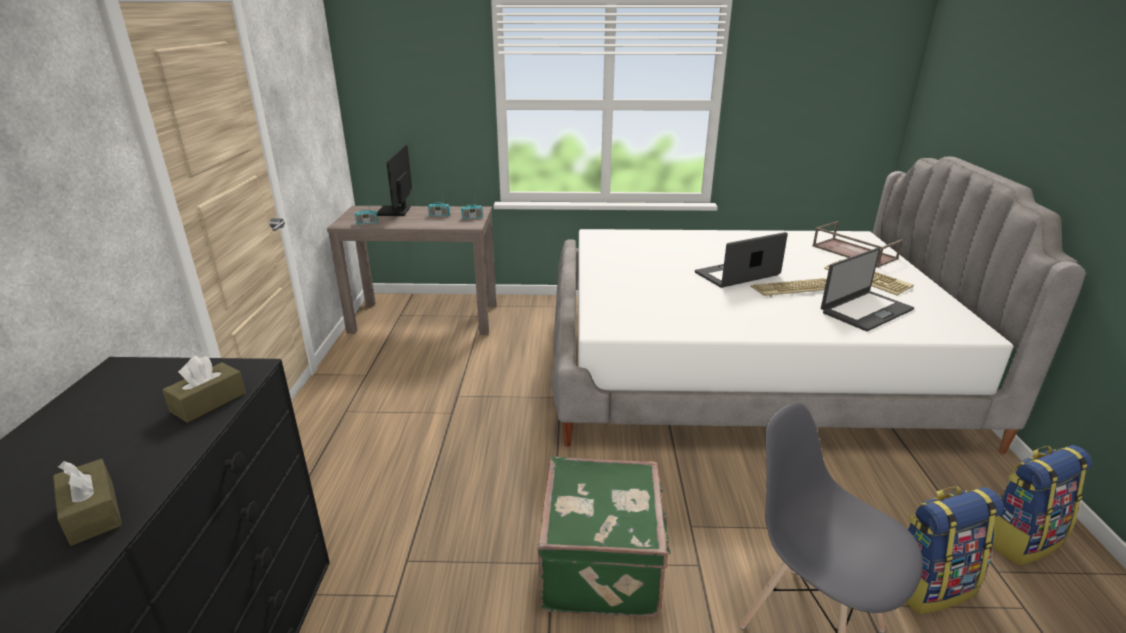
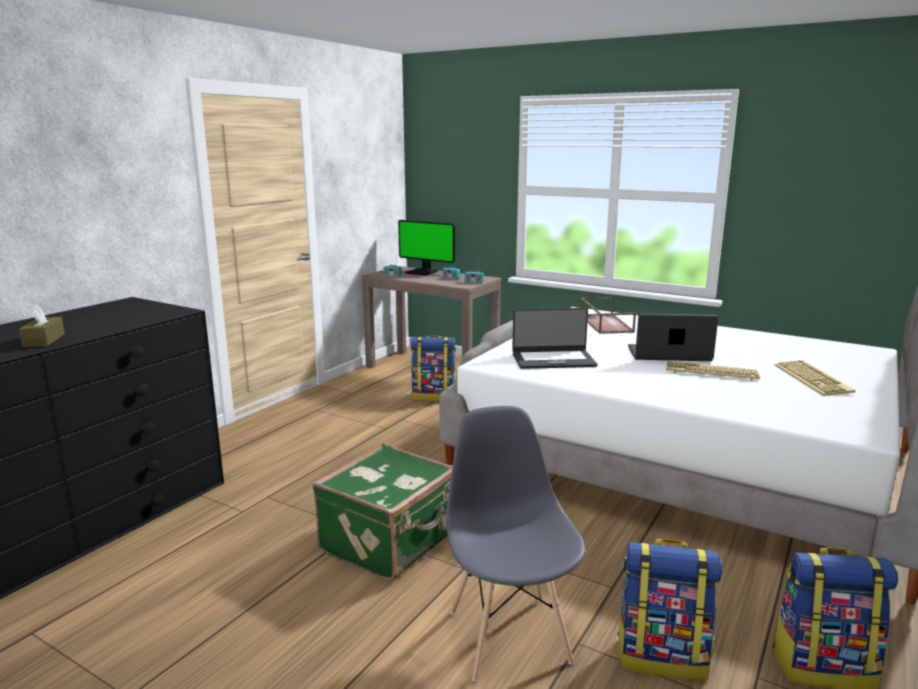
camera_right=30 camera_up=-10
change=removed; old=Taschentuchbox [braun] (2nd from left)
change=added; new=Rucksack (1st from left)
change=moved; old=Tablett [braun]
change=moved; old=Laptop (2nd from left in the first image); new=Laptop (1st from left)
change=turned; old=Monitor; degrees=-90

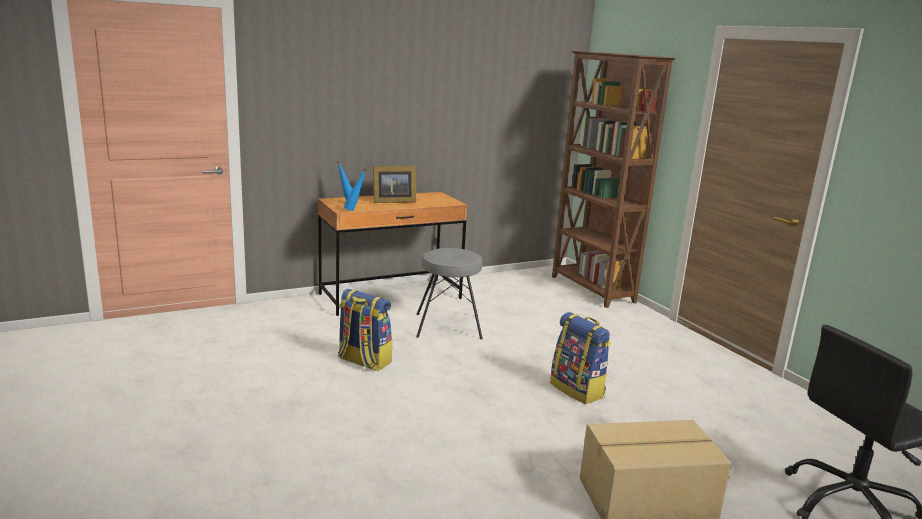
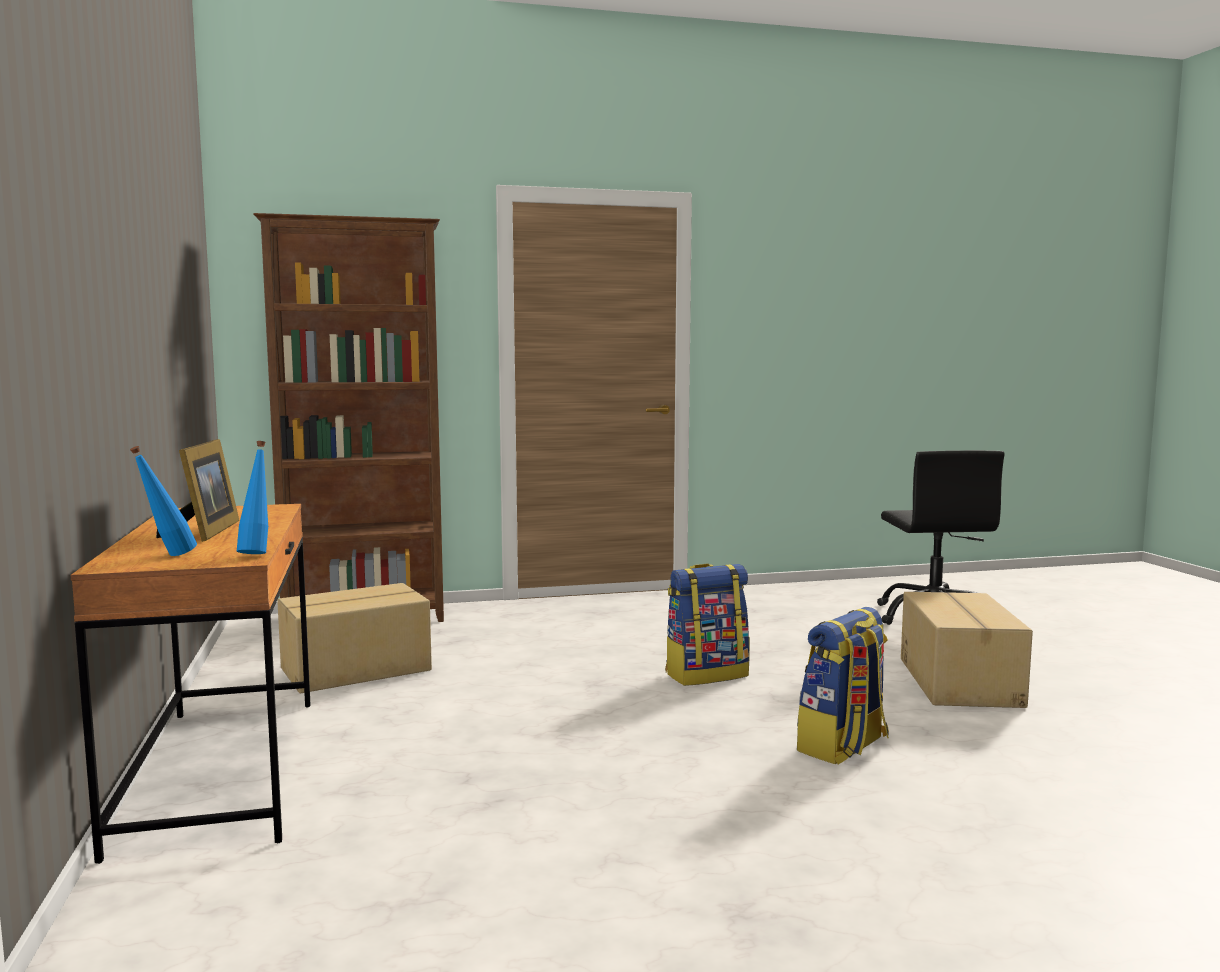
camera_right=-75 camera_up=-10
change=removed; old=Hocker [grau]
change=added; new=Karton (1st from left)
change=moved; old=Rucksack (1st from left in the first image); new=Rucksack (2nd from left)

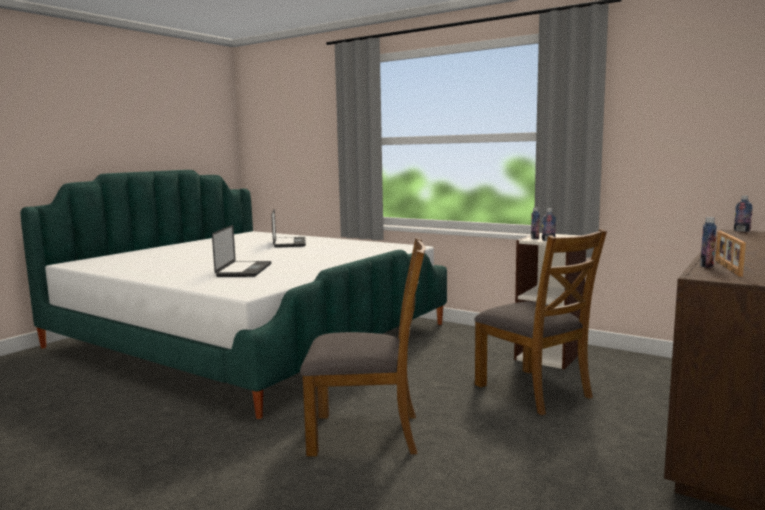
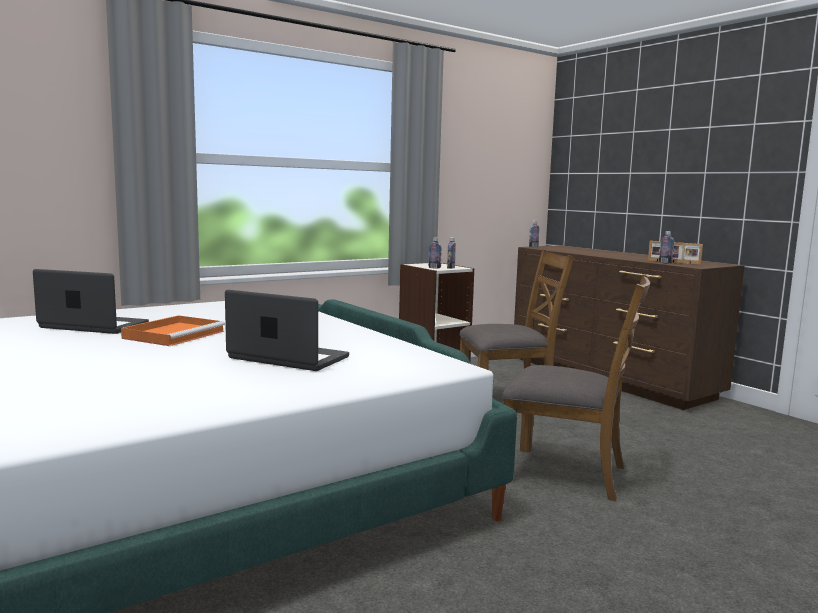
camera_right=-70 camera_up=0
change=added; new=Tablett [orange]
change=turned; old=Stuhl [braun] (1st from left in the first image); degrees=90

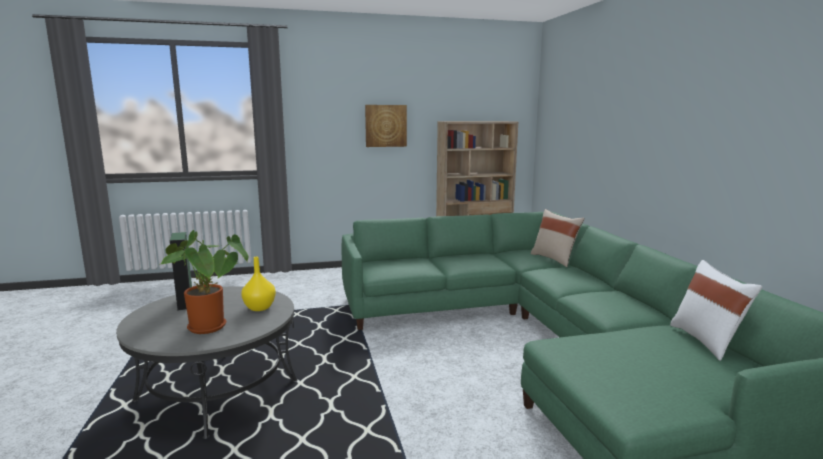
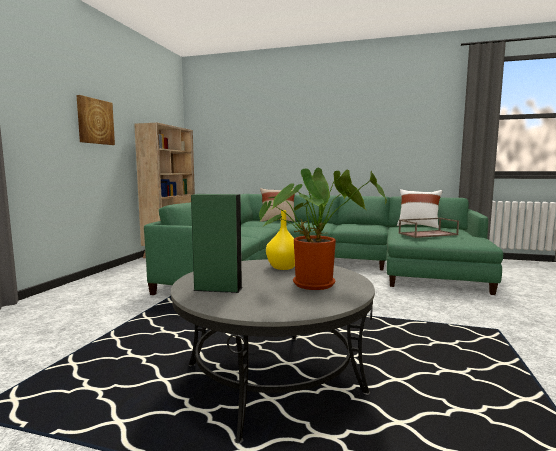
camera_right=-60 camera_up=-5
change=added; new=Tablett [braun]

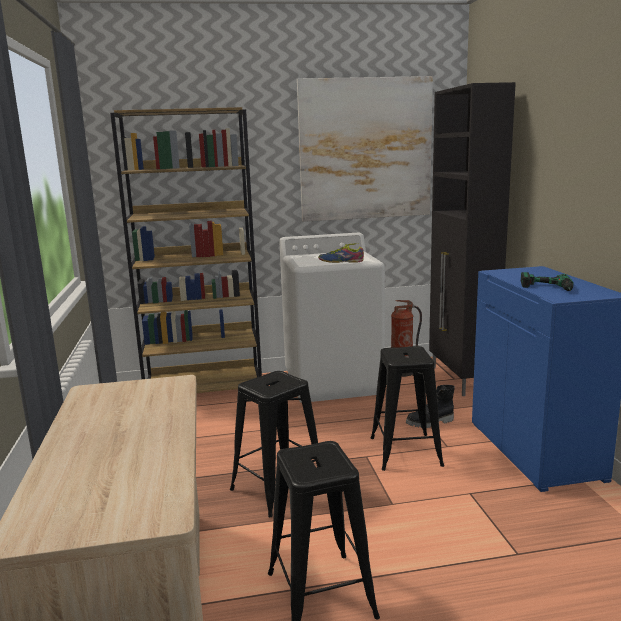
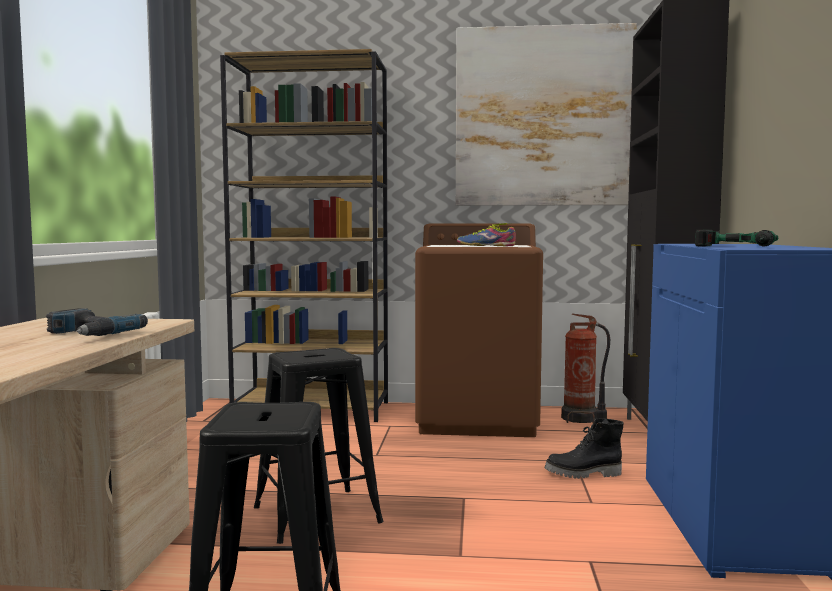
camera_right=15 camera_up=-10
change=removed; old=Hocker [schwarz] (3rd from left)
change=added; new=Bohrmaschine (1st from left)
change=recoloured; old=Waschmaschine [weiß]; new=Waschmaschine [braun]

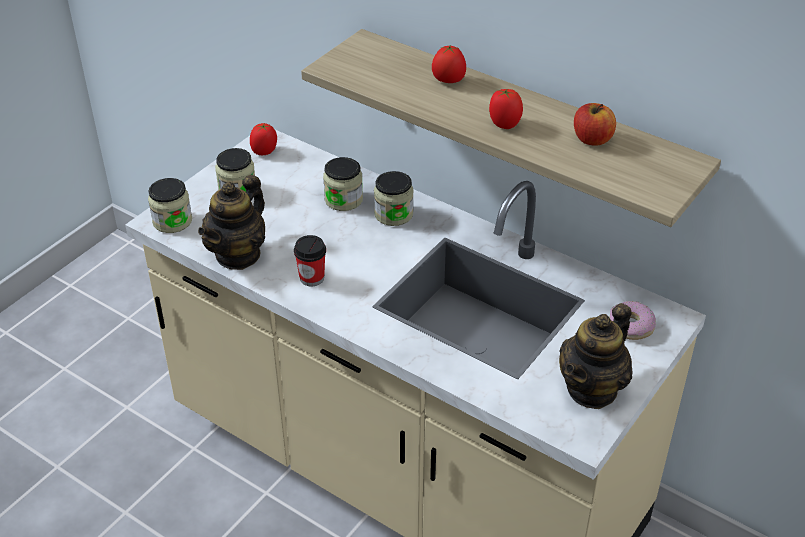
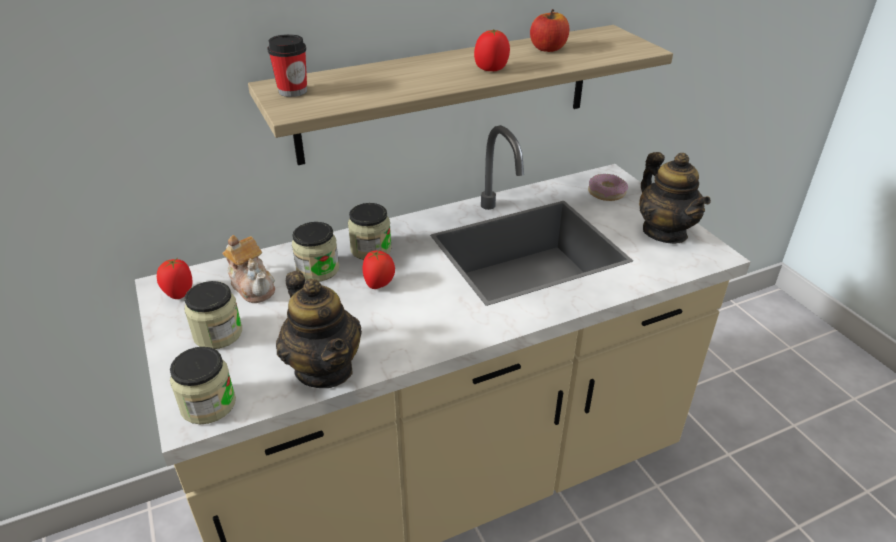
camera_right=-60 camera_up=-5
change=added; new=Teekanne (1st from left)
change=moved; old=Tasse
change=moved; old=Tomate (2nd from left)

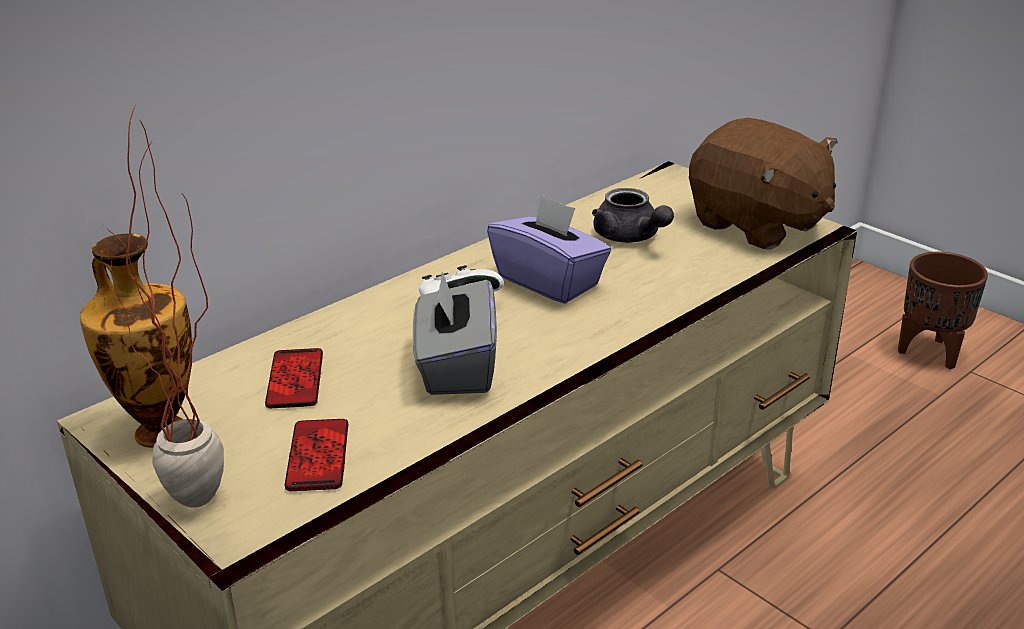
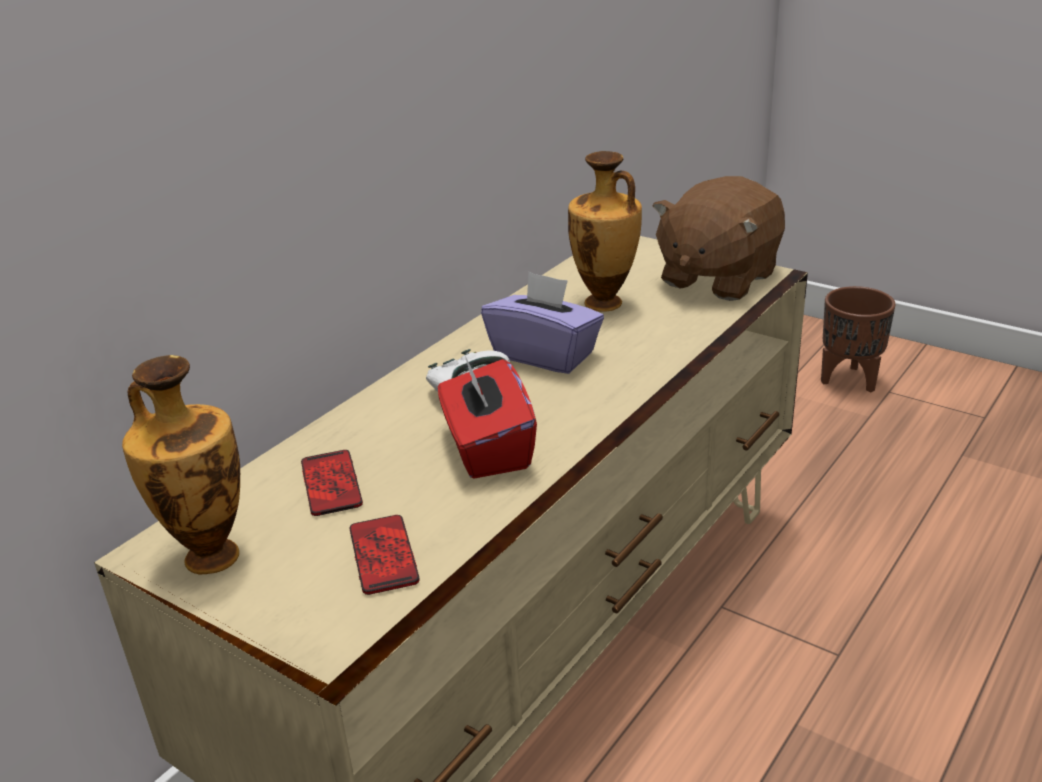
camera_right=-10 camera_up=0
change=removed; old=Topfpflanze
change=replaced; old=Teekanne [grau]; new=Vase (2nd from left)
change=recoloured; old=Taschentuchbox [grau]; new=Taschentuchbox [rot]
change=turned; old=Plüschtier [braun]; degrees=90

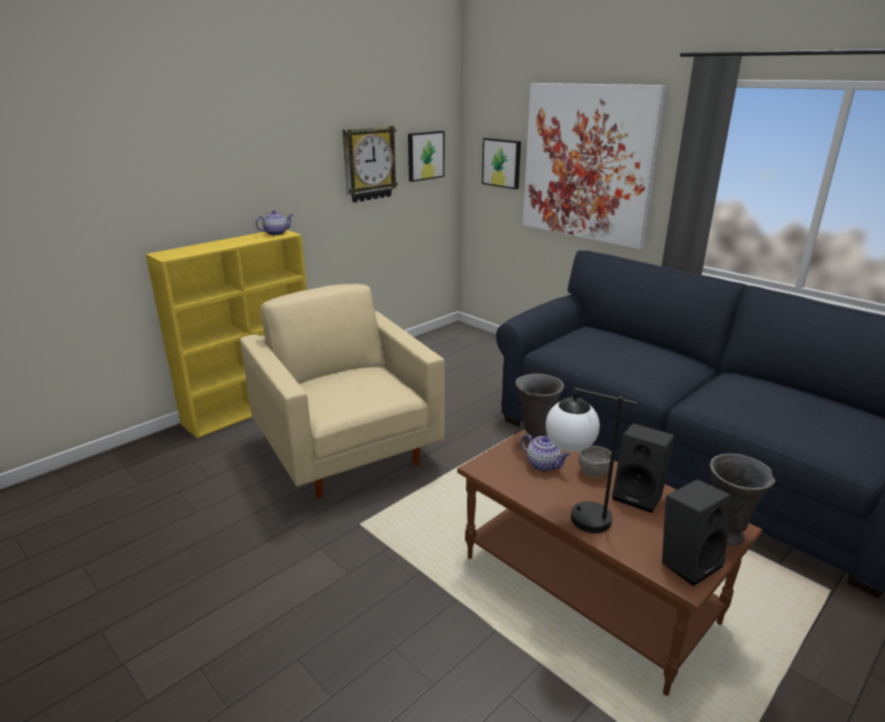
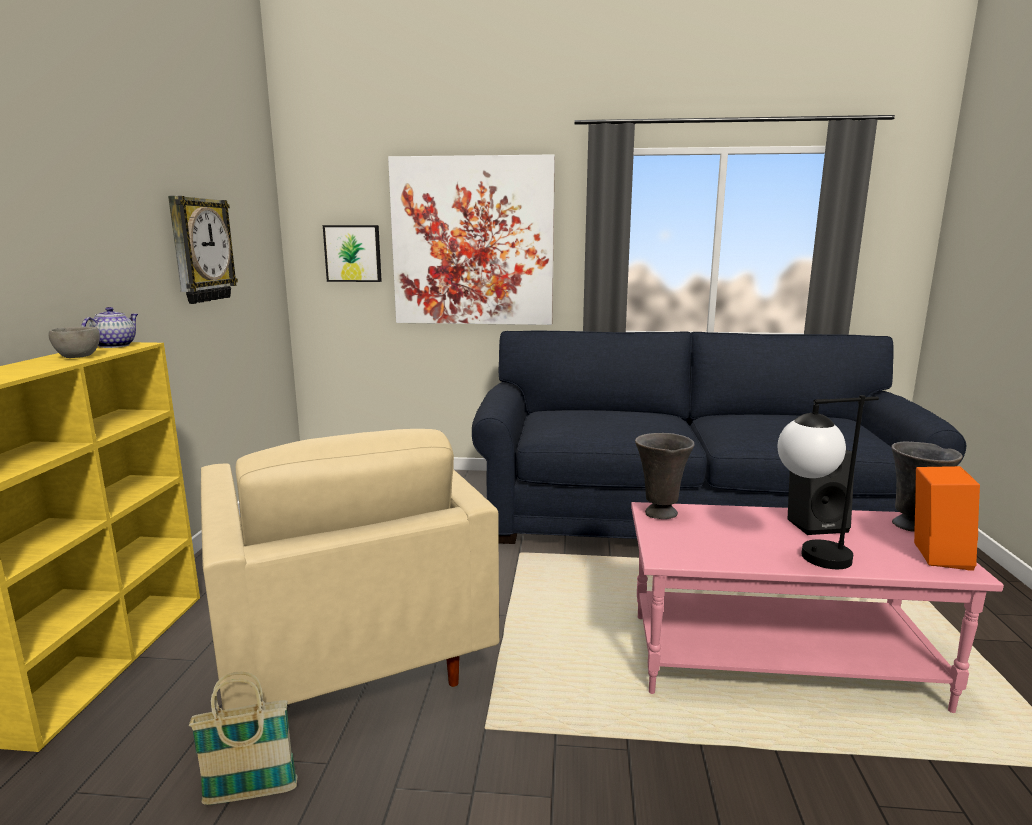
camera_right=-40 camera_up=-10
change=removed; old=Bild (1st from left)
change=removed; old=Teekanne (2nd from left)
change=added; new=Korb
change=moved; old=Schüssel [grau]
change=recoloured; old=Couchtisch [braun]; new=Couchtisch [rosa]
change=recoloured; old=Lautsprecher [schwarz] (2nd from left); new=Lautsprecher [orange]
change=turned; old=Sessel [beige]; degrees=-135

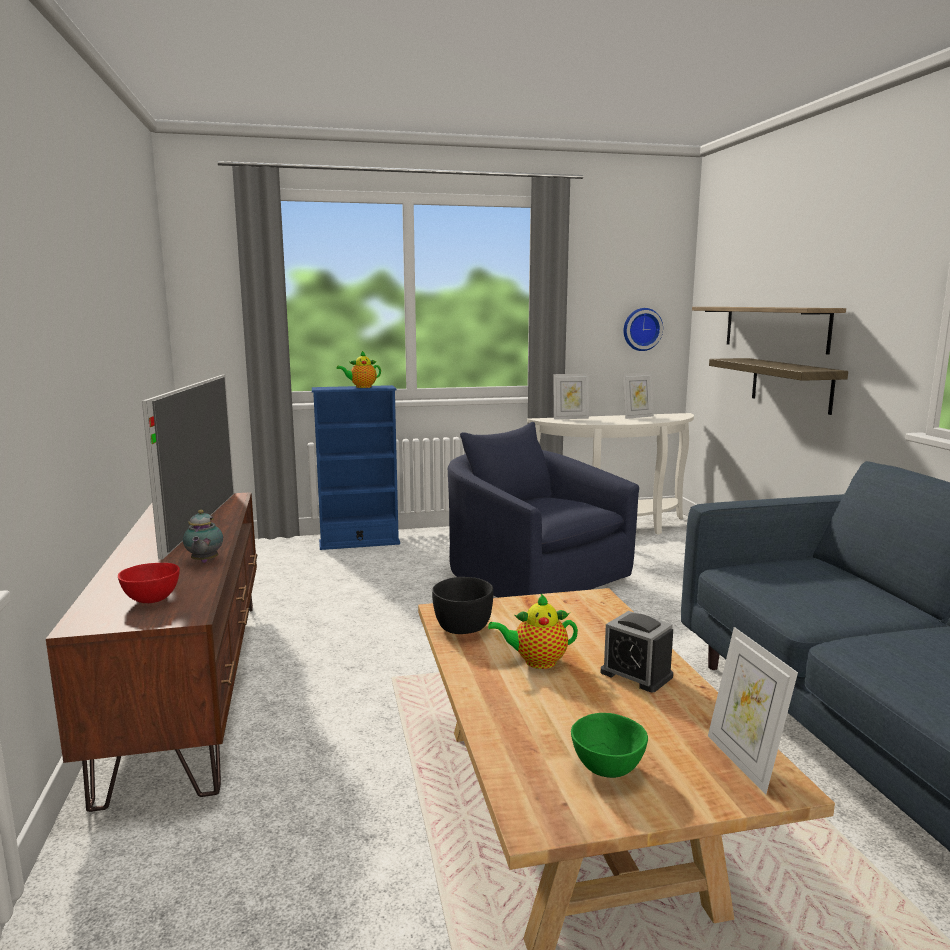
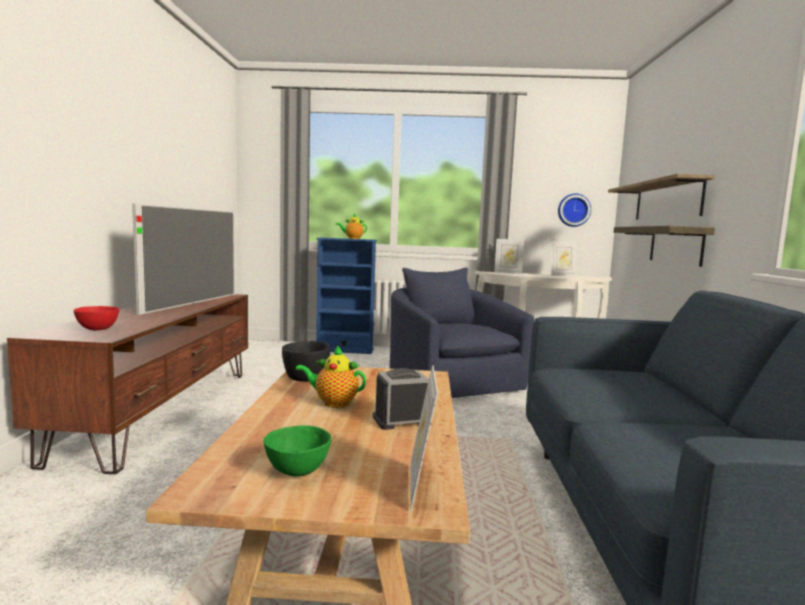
camera_right=15 camera_up=-5
change=removed; old=Teekanne (1st from left)
change=turned; old=Wecker; degrees=105

